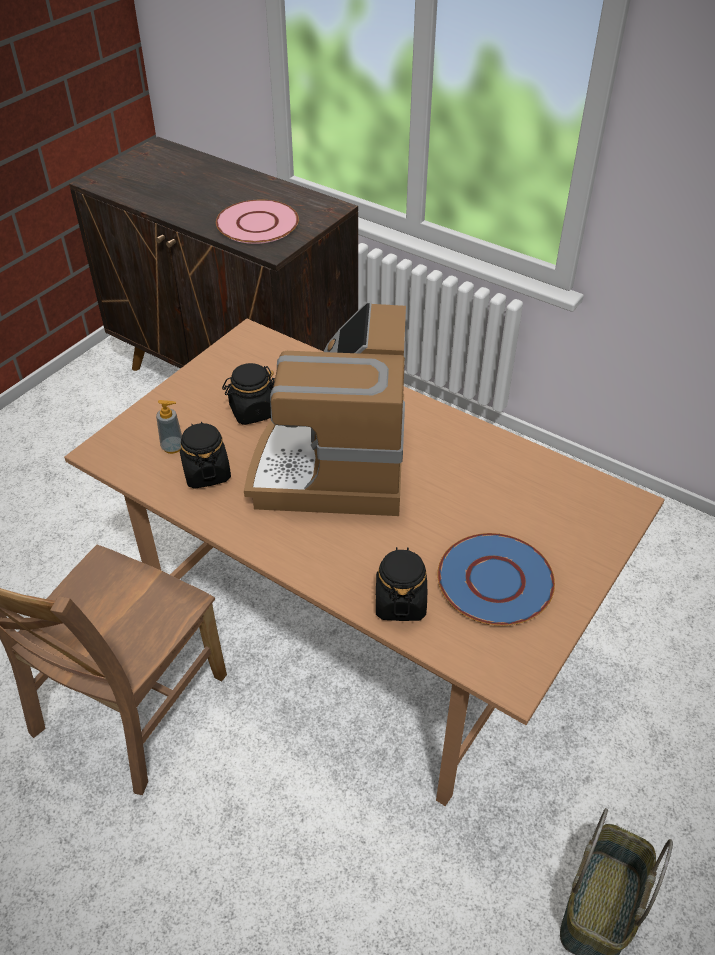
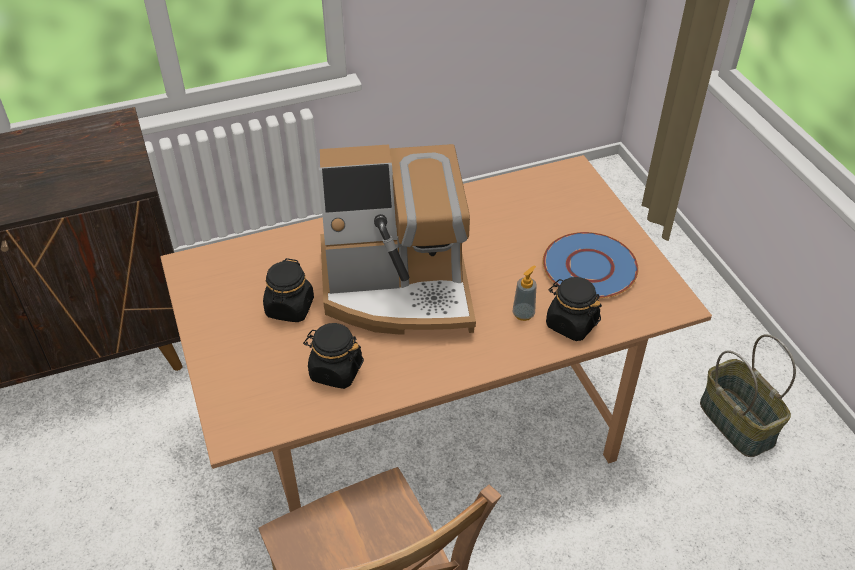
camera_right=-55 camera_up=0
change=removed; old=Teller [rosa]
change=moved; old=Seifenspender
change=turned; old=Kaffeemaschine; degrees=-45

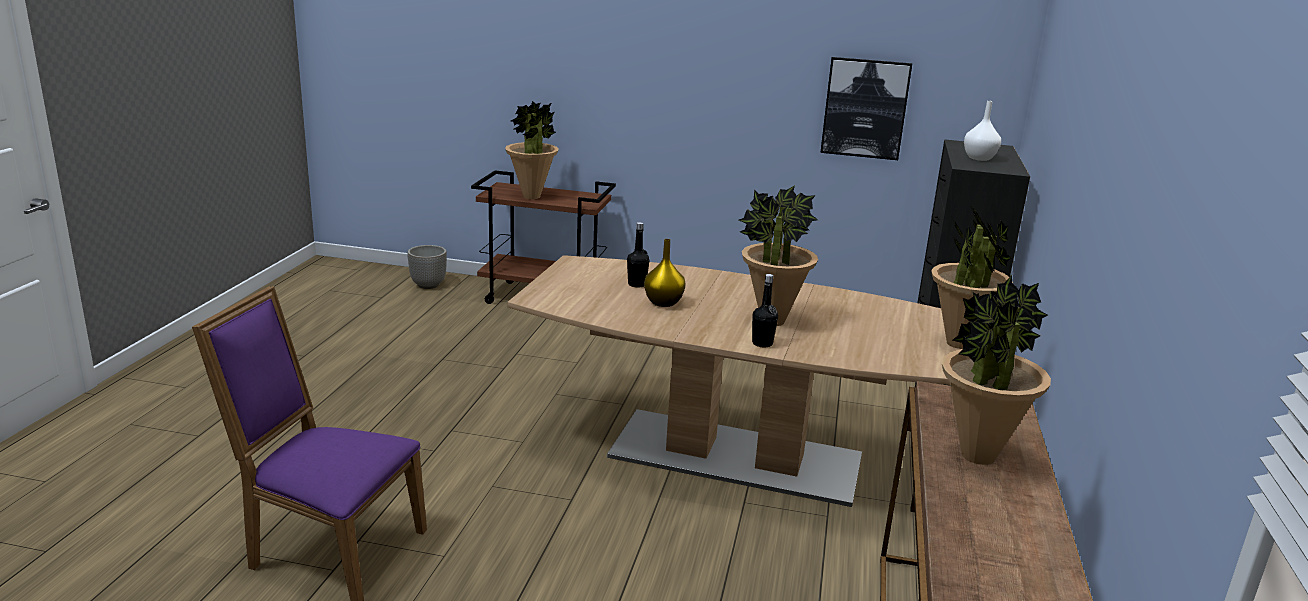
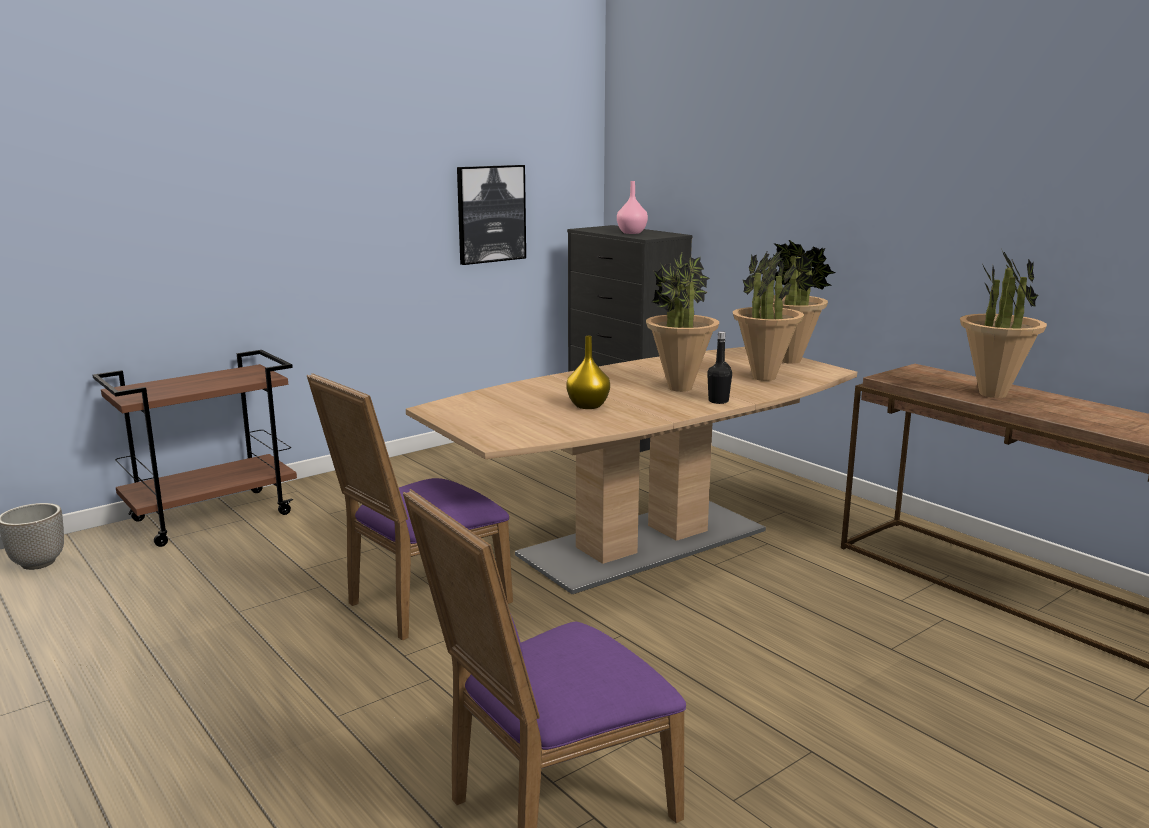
camera_right=-50 camera_up=-5
change=removed; old=Flasche [schwarz] (1st from left)
change=added; new=Stuhl [lila] (1st from left)
change=moved; old=Topfpflanze (1st from left in the first image); new=Topfpflanze (2nd from left)
change=recoloured; old=Vase [weiß]; new=Vase [rosa]

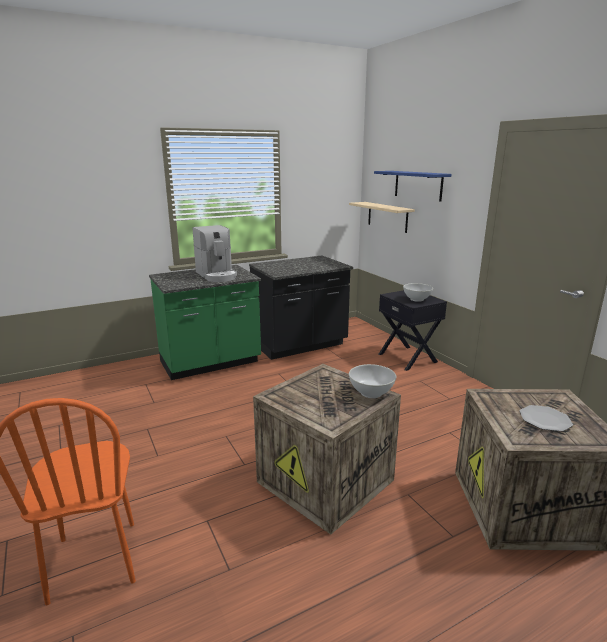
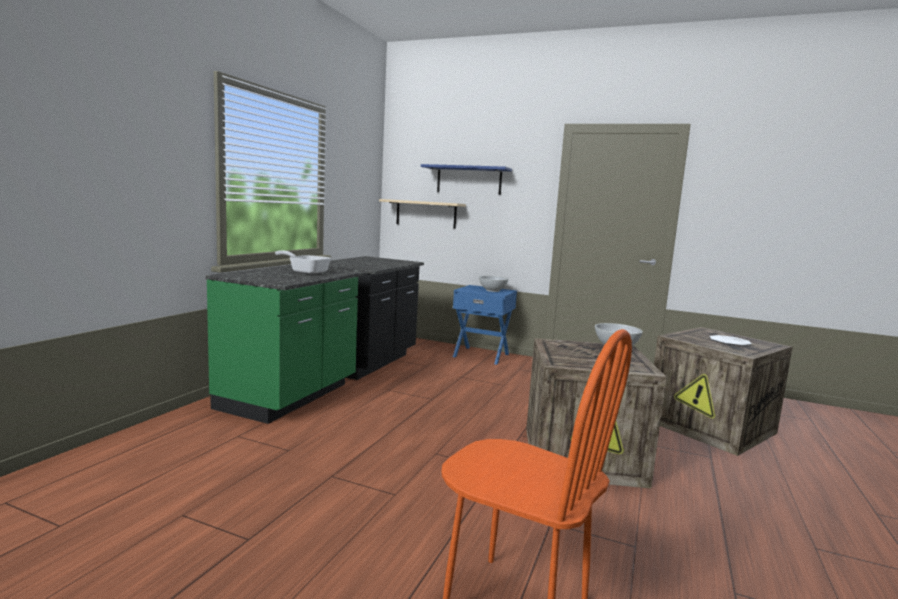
camera_right=-40 camera_up=-10
change=replaced; old=Kaffeemaschine; new=Pfanne
change=recoloured; old=Nachttisch [schwarz]; new=Nachttisch [blau]

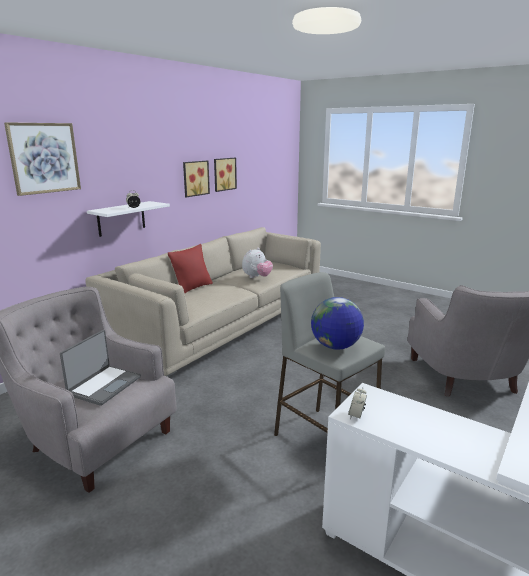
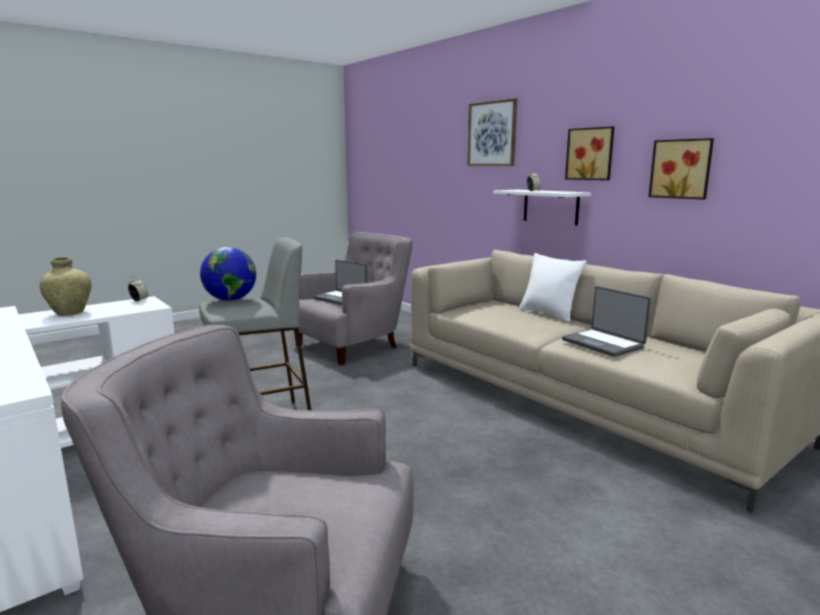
camera_right=105 camera_up=-5
change=added; new=Vase [beige]
change=moved; old=Bild (3rd from left in the first image); new=Bild (2nd from left)
change=replaced; old=Plüschtier; new=Laptop (2nd from left)
change=recoloured; old=Kissen [rot]; new=Kissen [weiß]

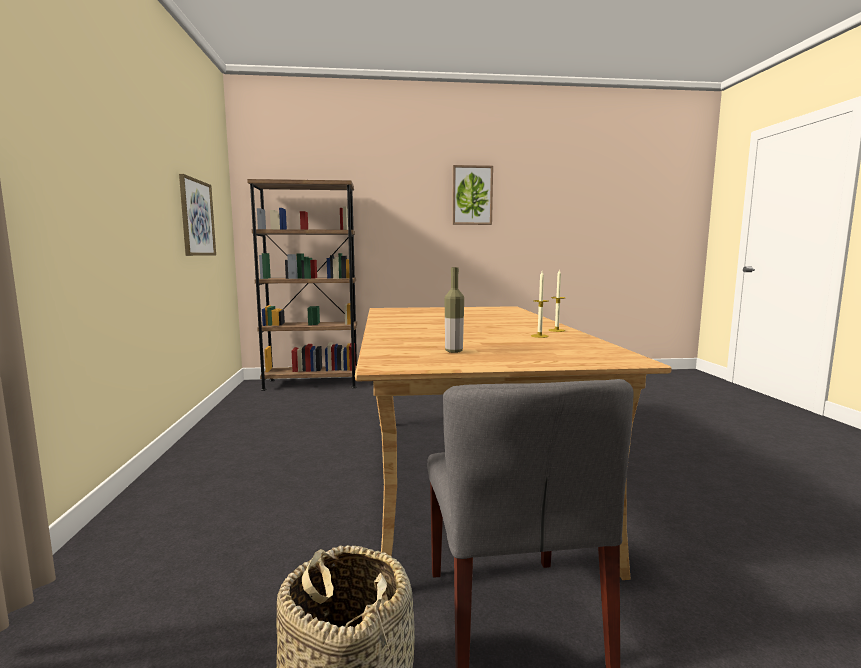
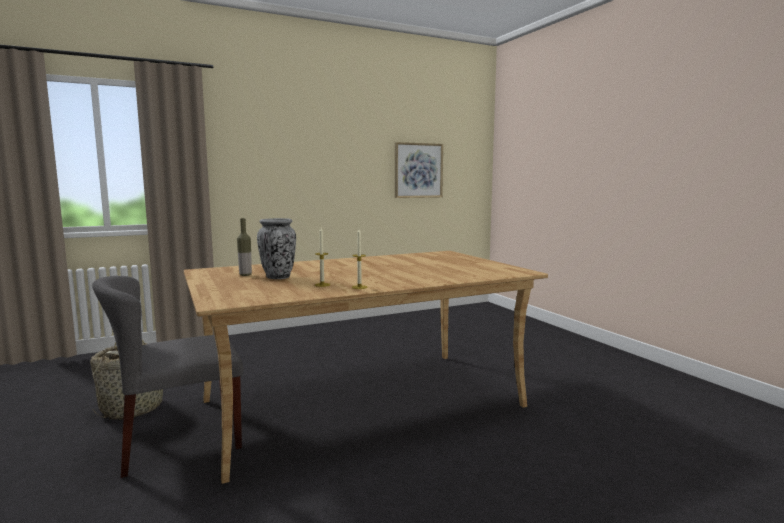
camera_right=70 camera_up=0
change=removed; old=Bücherregal [braun]
change=removed; old=Bild (2nd from left)
change=added; new=Vase

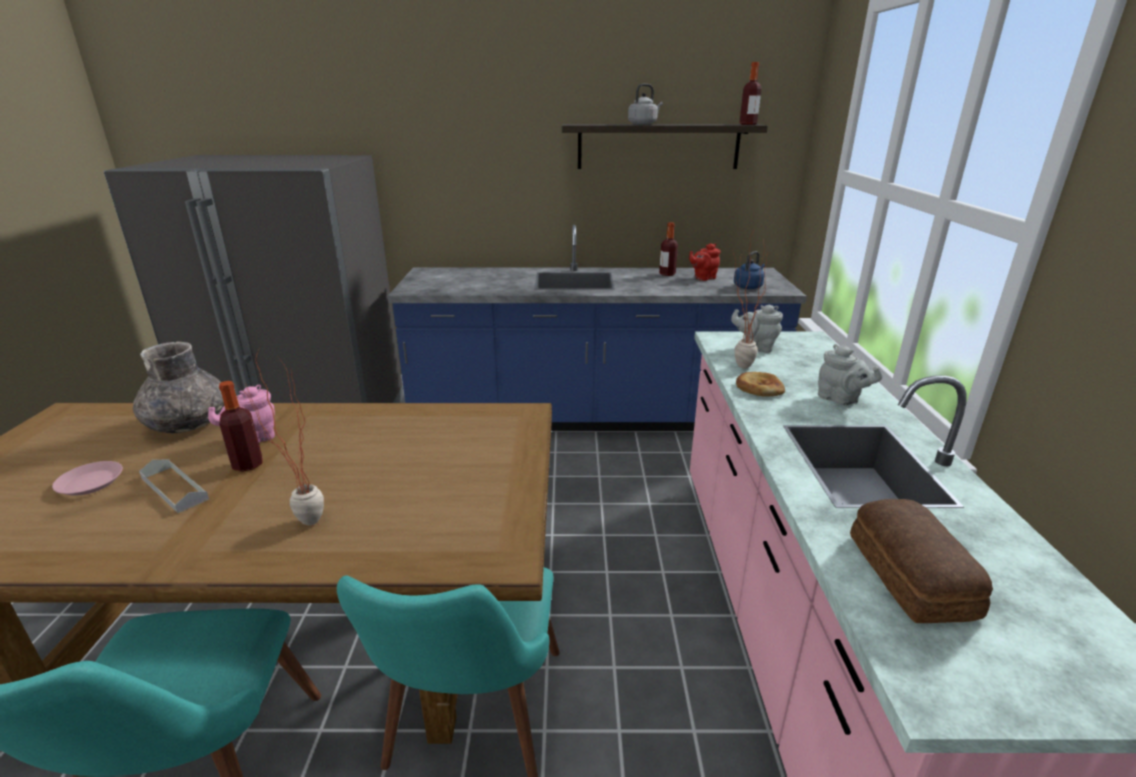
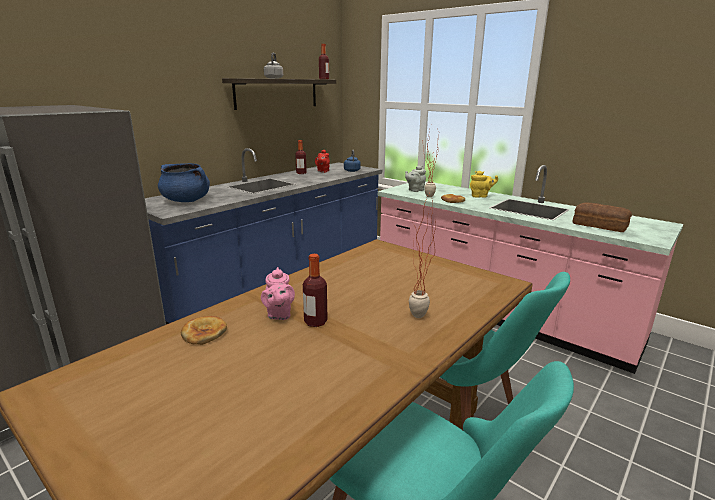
camera_right=-50 camera_up=-5
change=removed; old=Teller [rosa]
change=removed; old=Tablett [grau]
change=added; new=Kochtopf [blau]
change=replaced; old=Vase [grau]; new=Brot (1st from left)
change=recoloured; old=Teekanne [grau] (2nd from left); new=Teekanne [gelb]

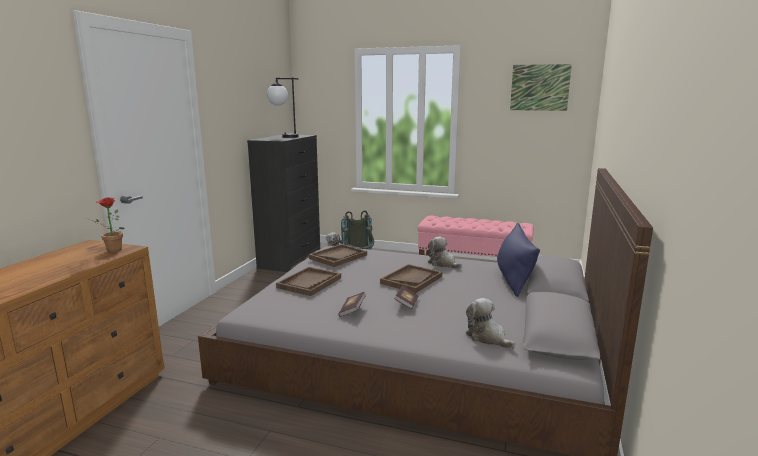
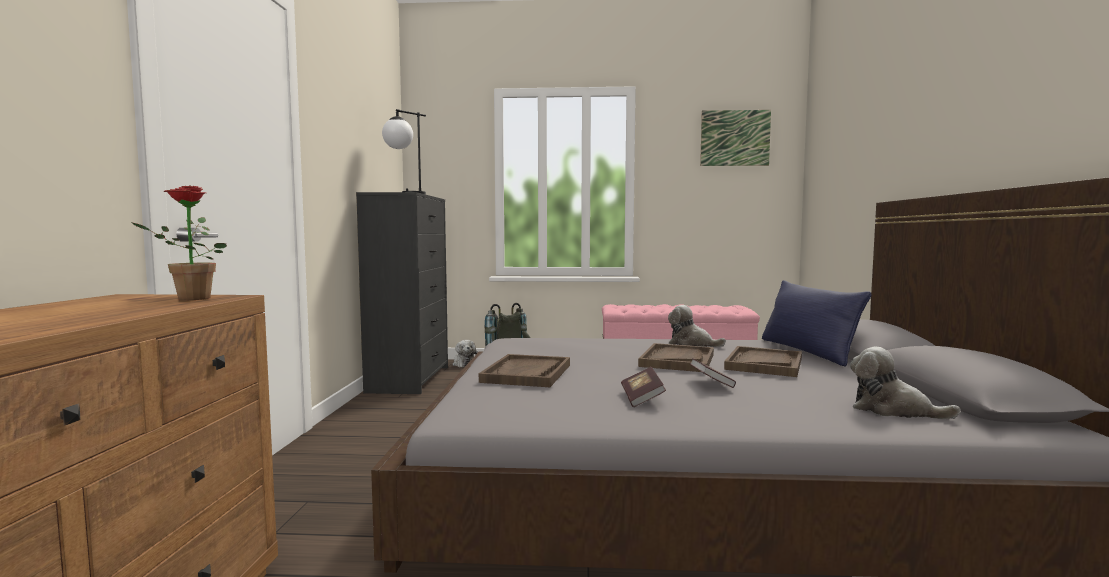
camera_right=-15 camera_up=-10
change=moved; old=Tablett [braun] (2nd from left in the first image); new=Tablett [braun] (3rd from left)

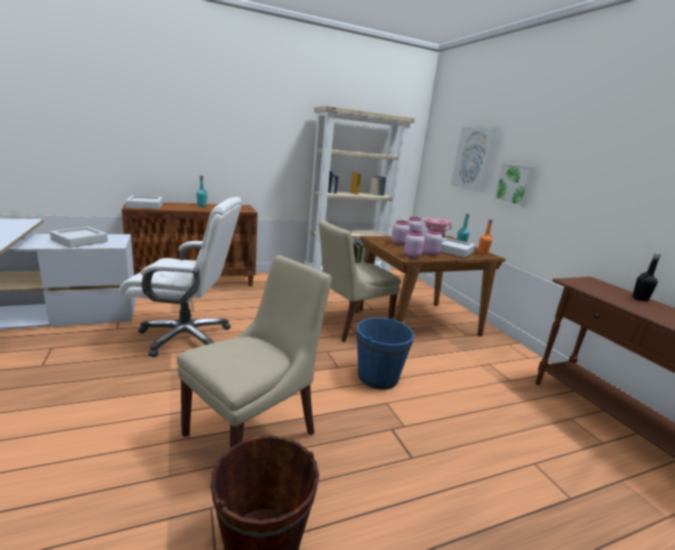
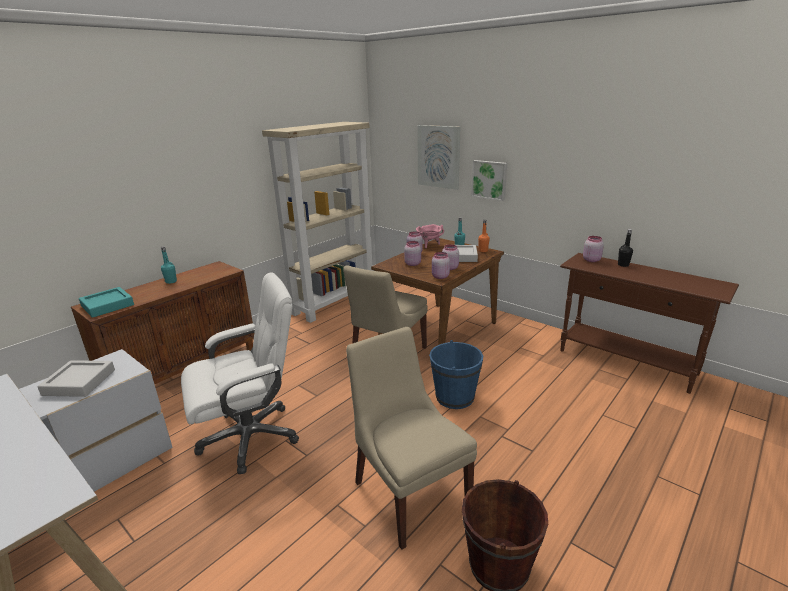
camera_right=-25 camera_up=5
change=added; new=Vorratsglas [rosa] (5th from left)
change=recoloured; old=Tablett [grau] (2nd from left); new=Tablett [türkis]
change=turned; old=Stuhl [beige] (1st from left in the first image); degrees=-45

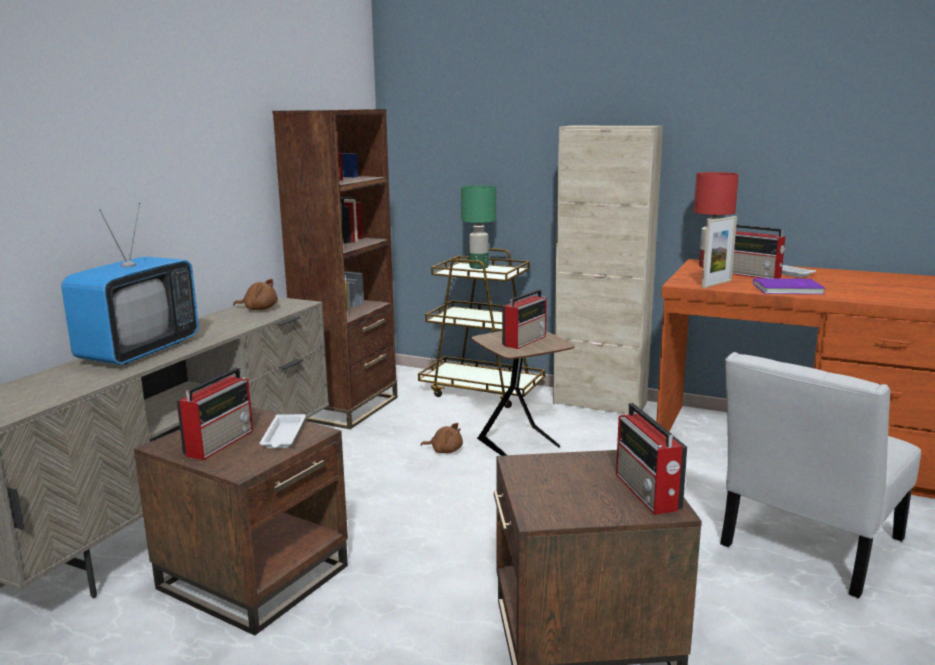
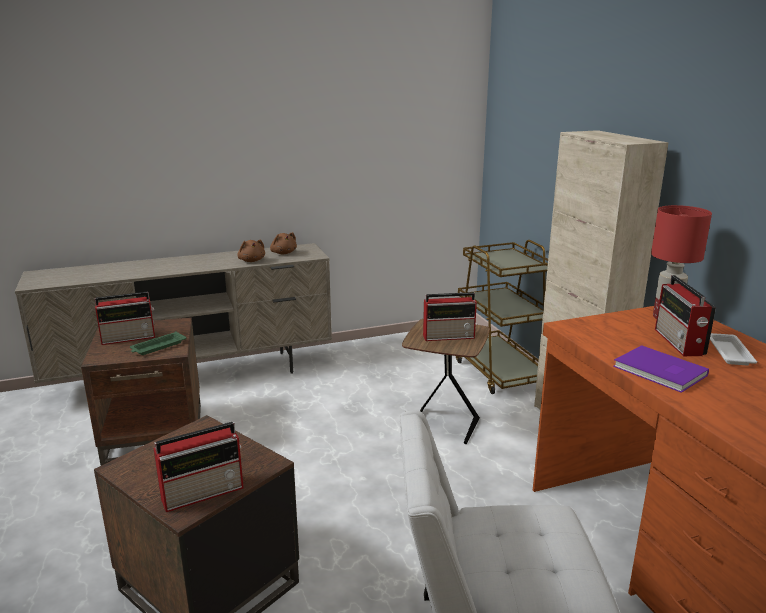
camera_right=45 camera_up=5
change=removed; old=Fernseher
change=removed; old=Bücherregal [braun]
change=removed; old=Tischlampe [grün]
change=removed; old=Bilderrahmen
change=moved; old=Plüschtier [braun] (2nd from left in the first image); new=Plüschtier [braun] (1st from left)
change=recoloured; old=Tablett [weiß] (1st from left); new=Tablett [grün]
change=turned; old=Radio (3rd from left in the first image); degrees=-150

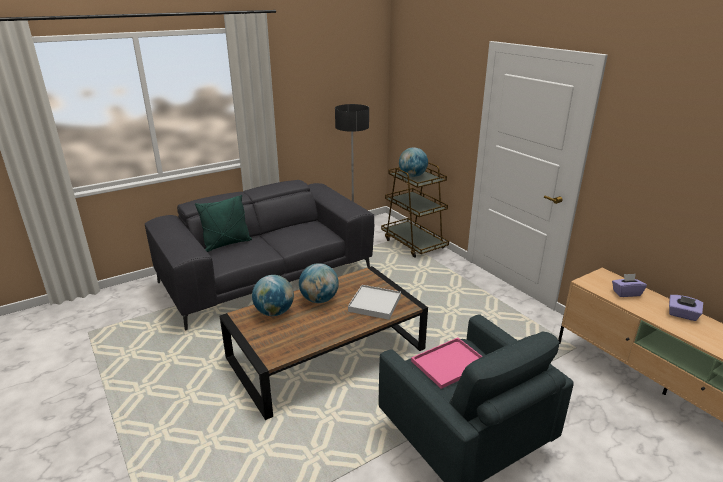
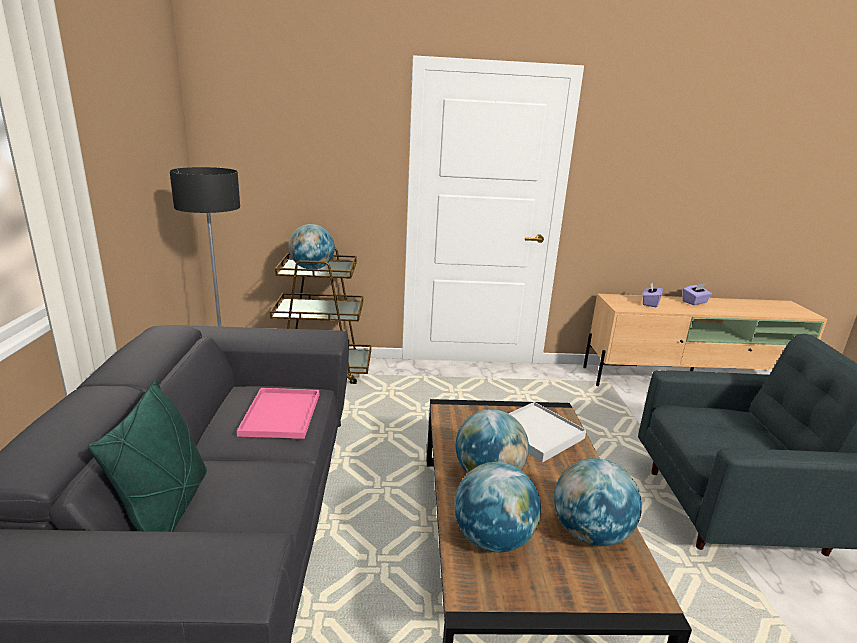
camera_right=-60 camera_up=-5
change=added; new=Globus (4th from left)
change=moved; old=Tablett [rosa]

